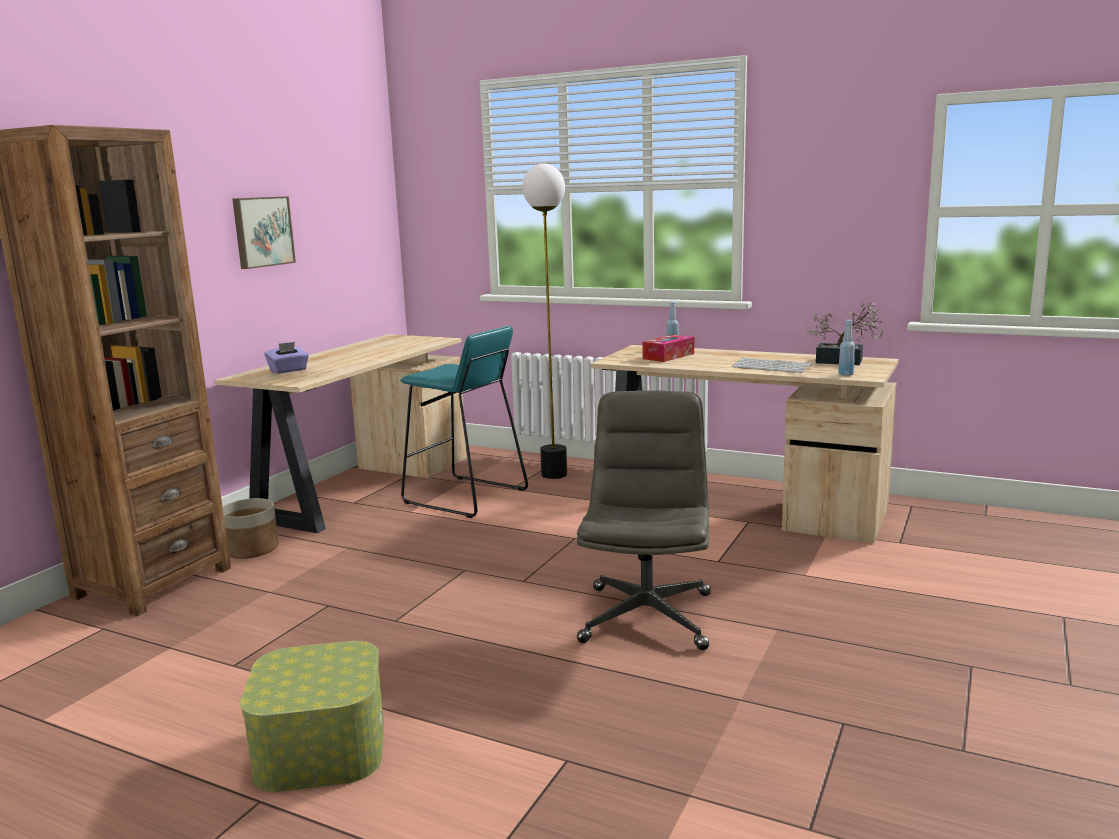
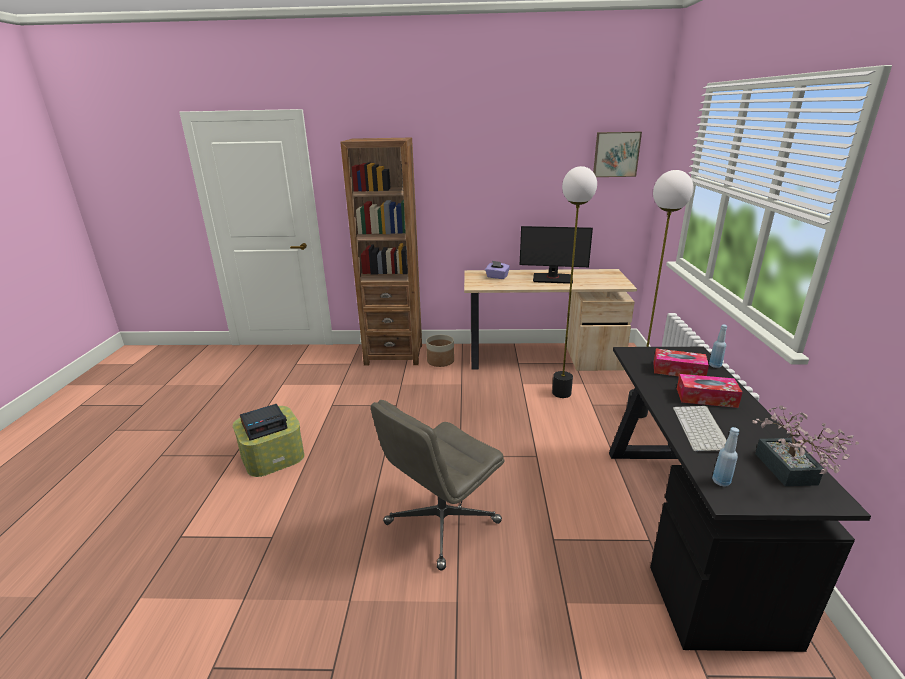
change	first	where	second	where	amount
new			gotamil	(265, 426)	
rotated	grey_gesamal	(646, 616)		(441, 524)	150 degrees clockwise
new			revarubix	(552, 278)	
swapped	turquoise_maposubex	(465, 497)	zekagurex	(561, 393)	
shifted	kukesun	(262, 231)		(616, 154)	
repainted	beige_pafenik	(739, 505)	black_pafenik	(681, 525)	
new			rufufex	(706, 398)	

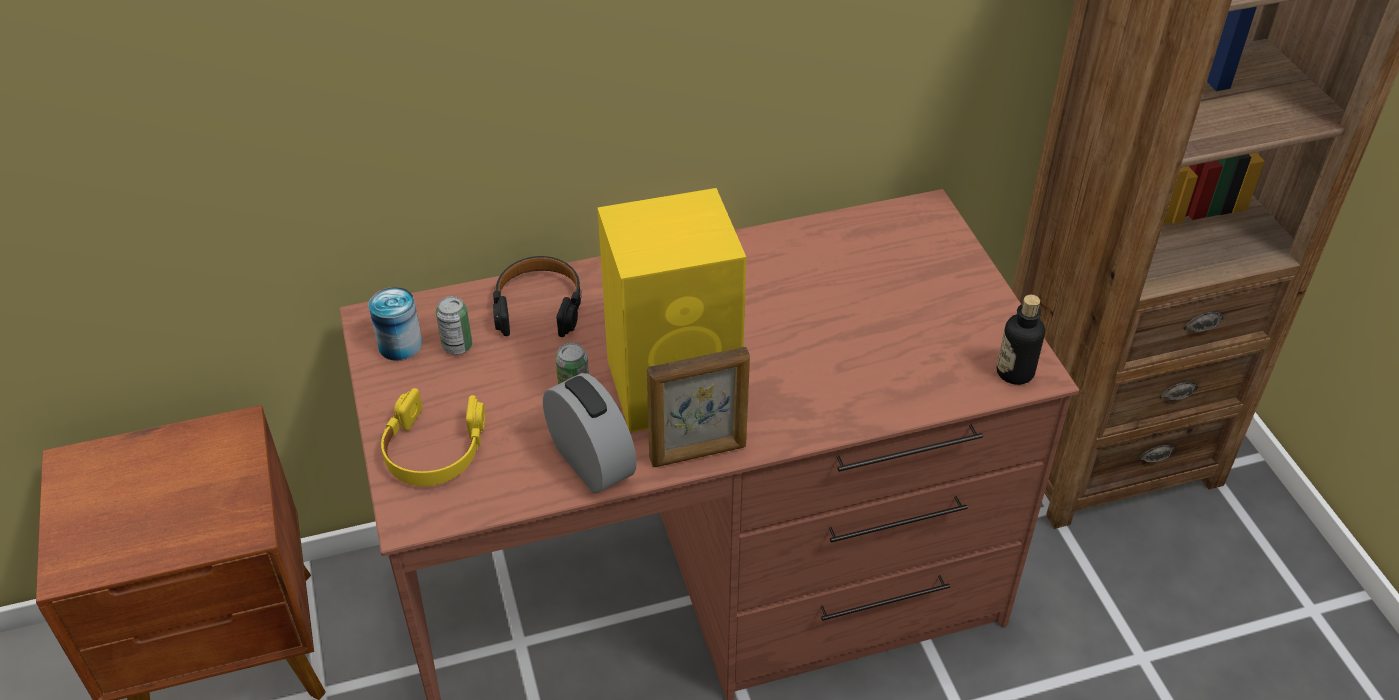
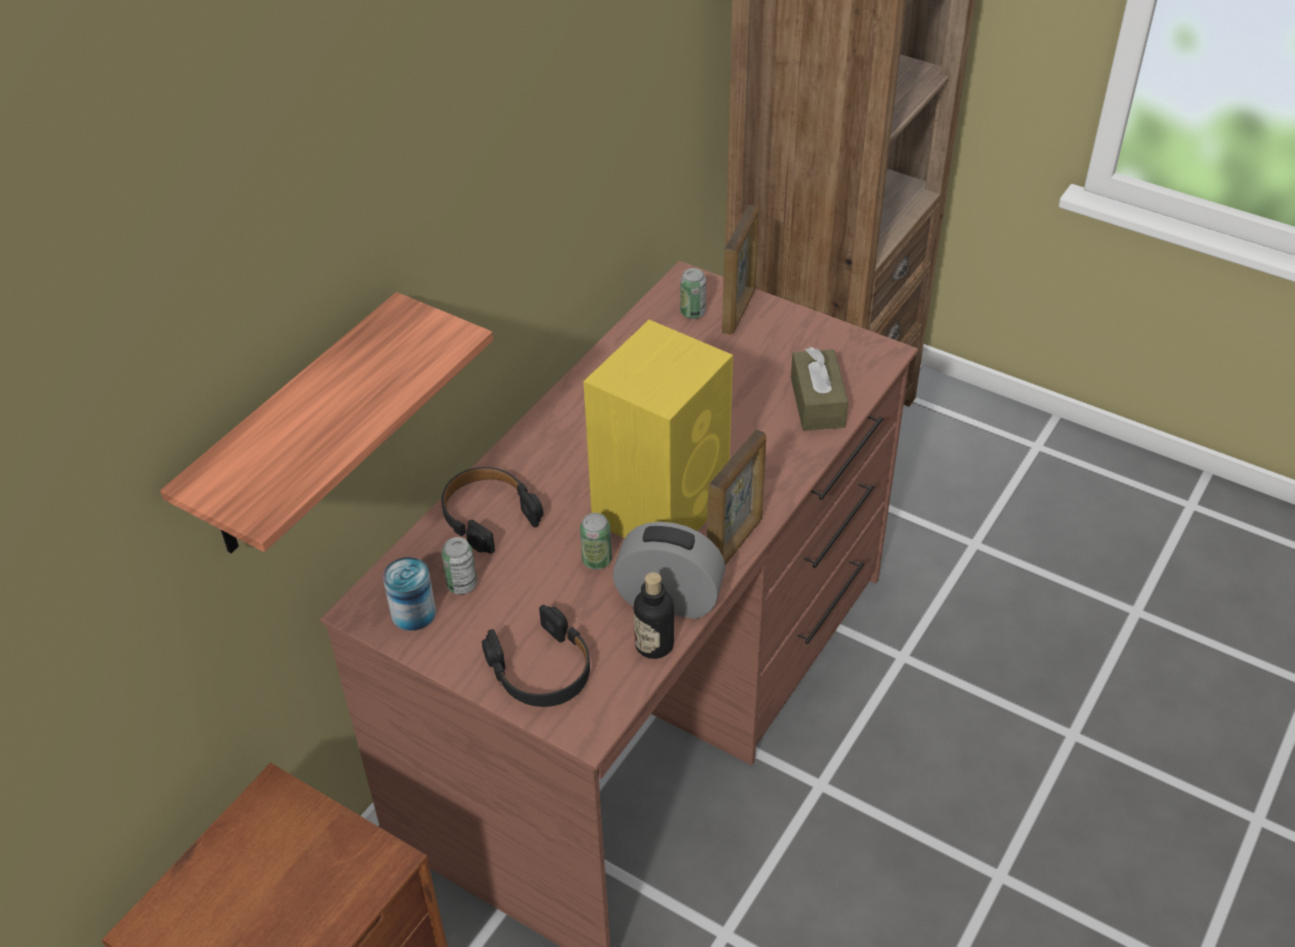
change	first	where	second	where	amount
new			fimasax	(298, 432)	
repainted	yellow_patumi	(433, 449)	black_patumi	(542, 670)	
shifted	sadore	(1015, 372)		(654, 645)	
new			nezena	(692, 312)	
new			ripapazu	(739, 311)	
new			brown_rufufex	(817, 402)	

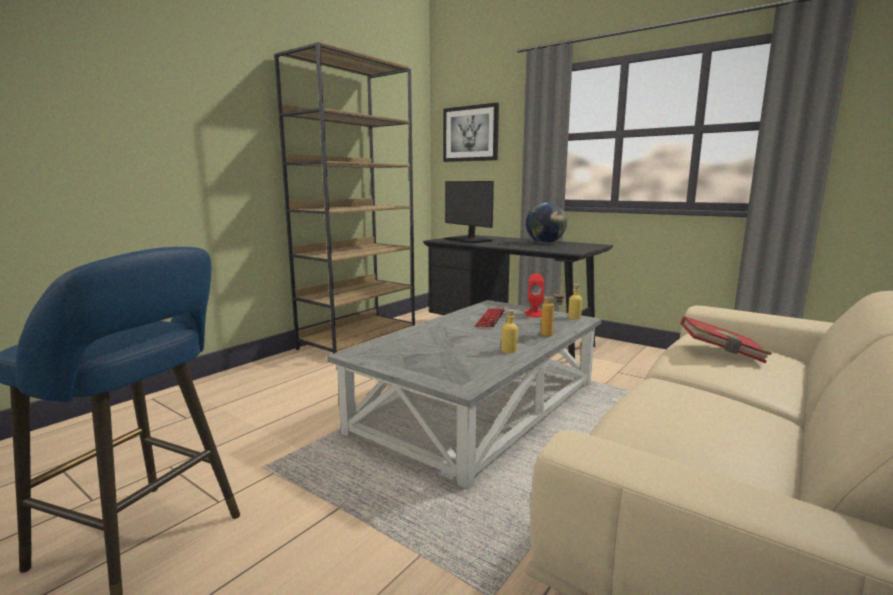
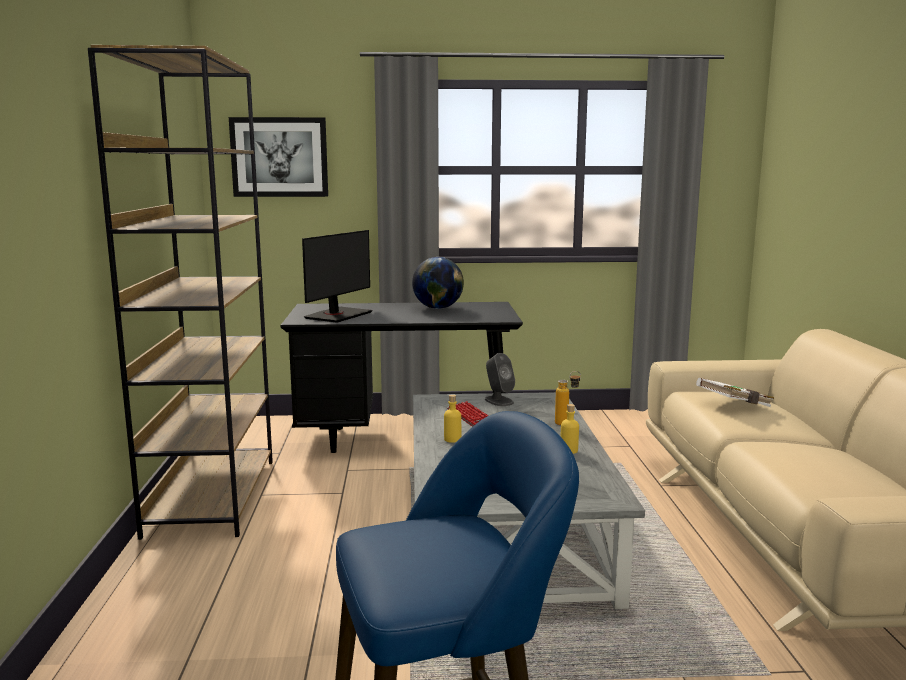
change	first	where	second	where	amount
rotated	revarubix	(469, 240)		(337, 315)	75 degrees counterclockwise
shifted	yellow_sadore	(574, 317)		(452, 439)	
repainted	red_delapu	(534, 313)	grey_delapu	(498, 401)	
repainted	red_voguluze	(721, 353)	white_voguluze	(734, 406)	

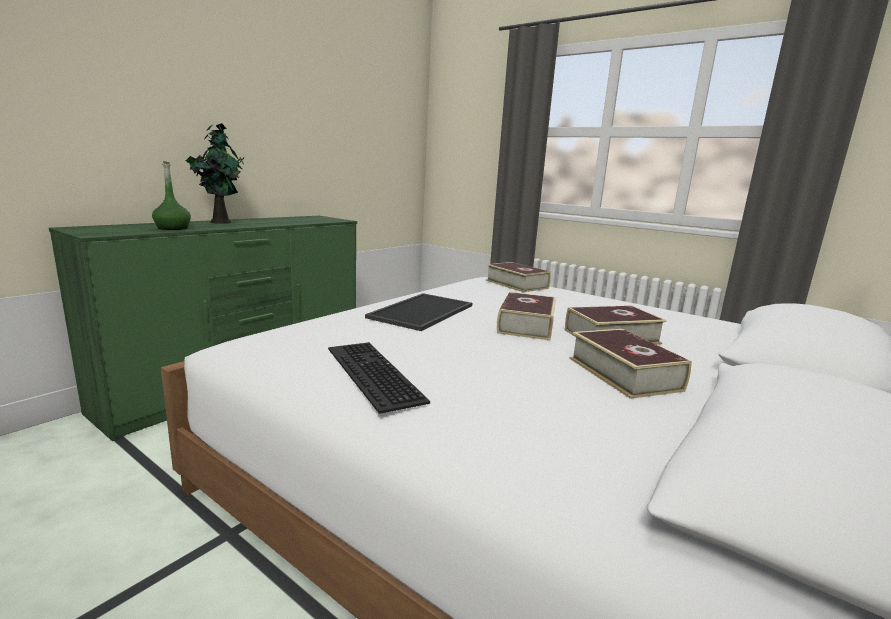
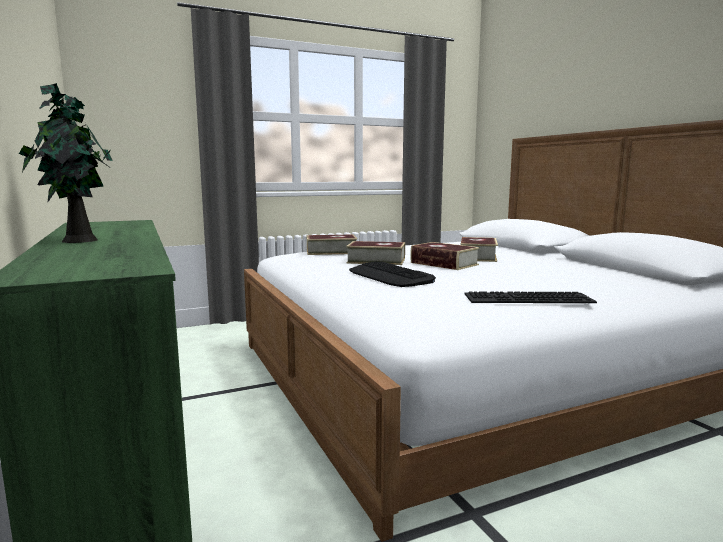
change	first	where	second	where	amount
shifted	voguluze	(624, 373)		(376, 261)	
swapped	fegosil	(422, 312)	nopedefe	(389, 276)	
gone	green_sadore	(173, 228)			

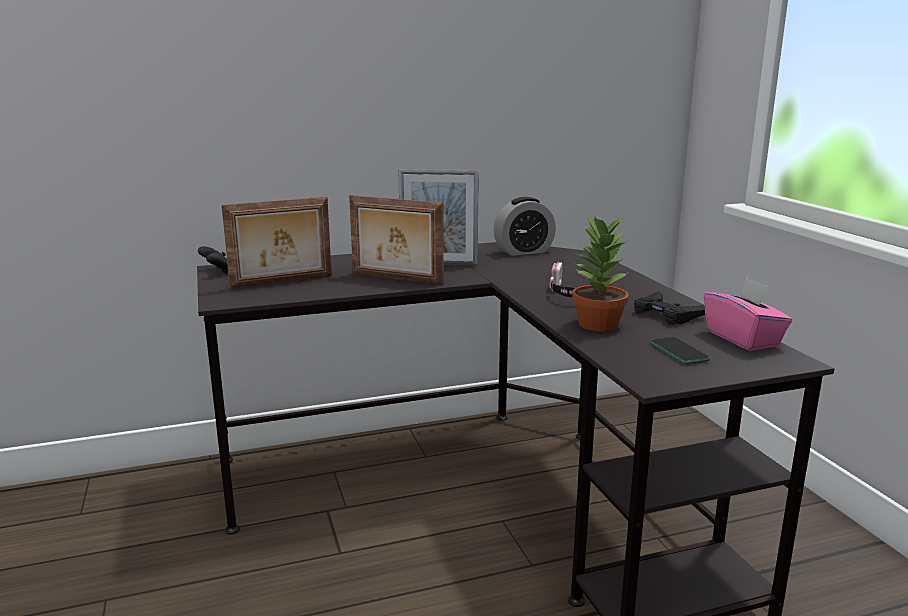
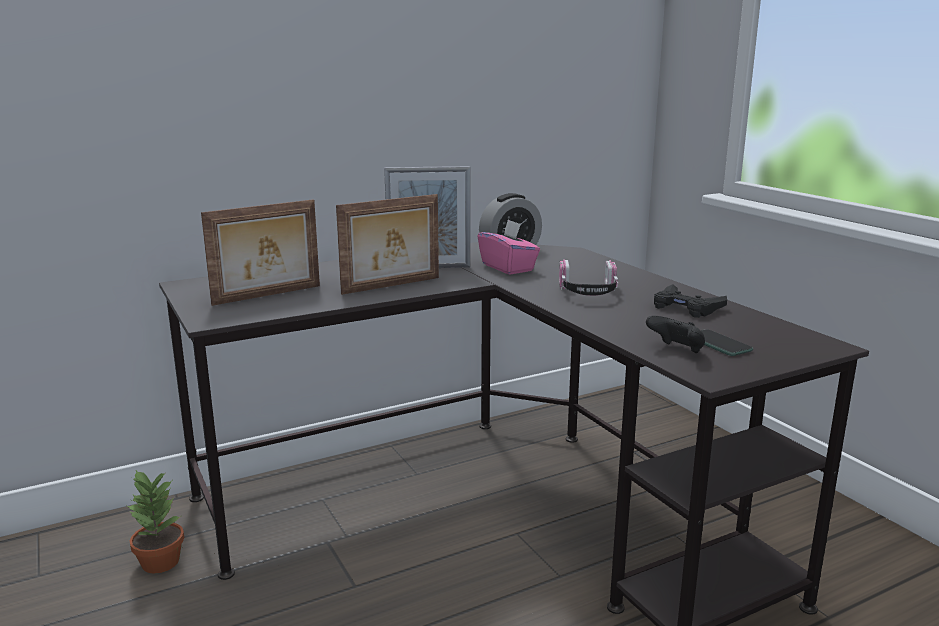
change	first	where	second	where	amount
shifted	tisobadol	(597, 324)		(159, 562)	
rotated	ripapazu	(396, 279)		(392, 286)	45 degrees counterclockwise
shifted	pink_rufufex	(743, 339)		(508, 267)	
shifted	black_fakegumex	(217, 272)		(676, 350)	

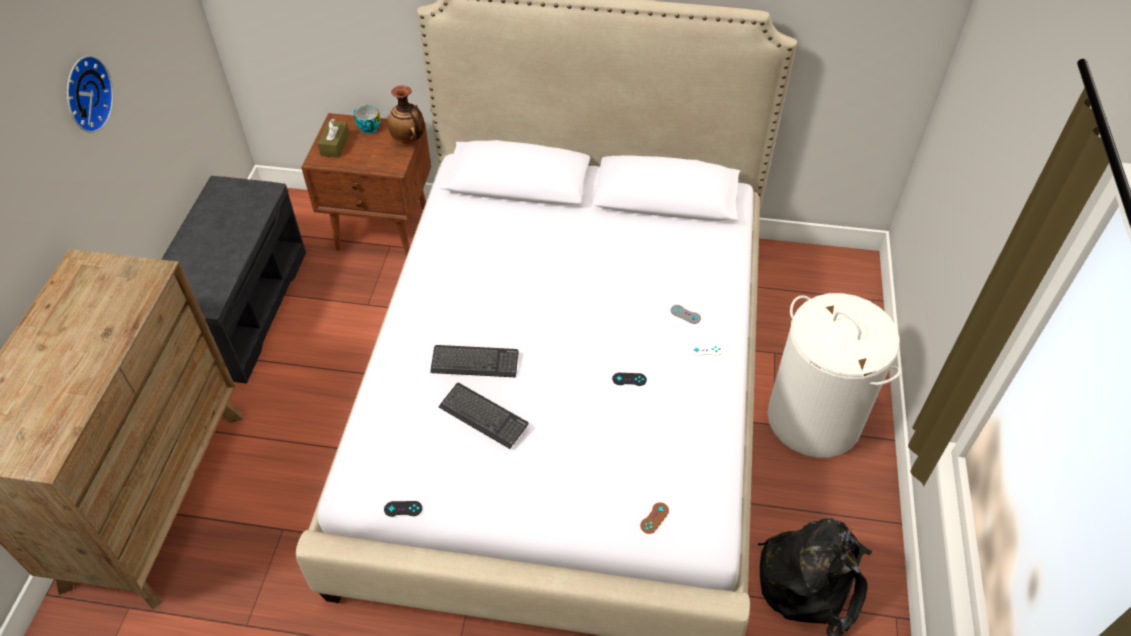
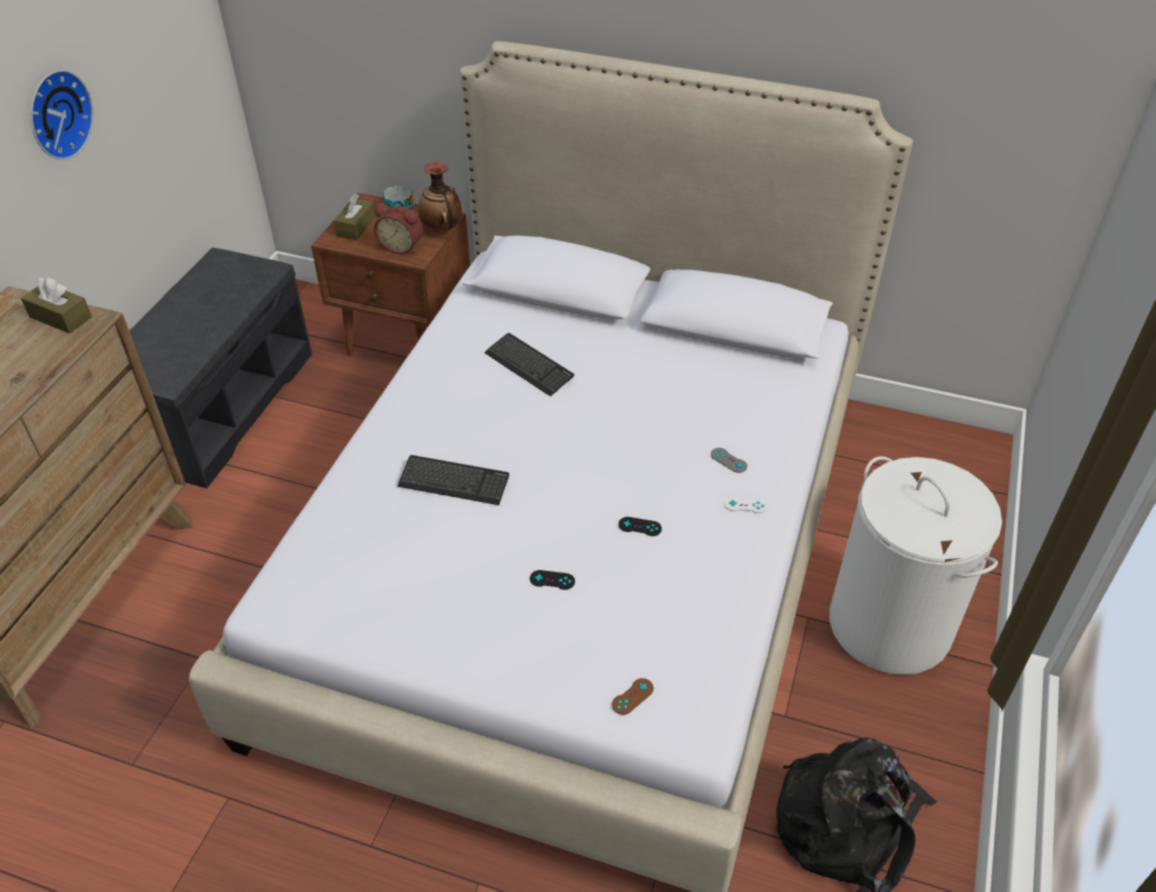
change	first	where	second	where	amount
new			brown_rufufex	(60, 317)	
new			gotamil	(402, 246)	
shifted	nopedefe	(483, 416)		(529, 366)	
shifted	black_fakegumex	(403, 509)		(552, 580)	

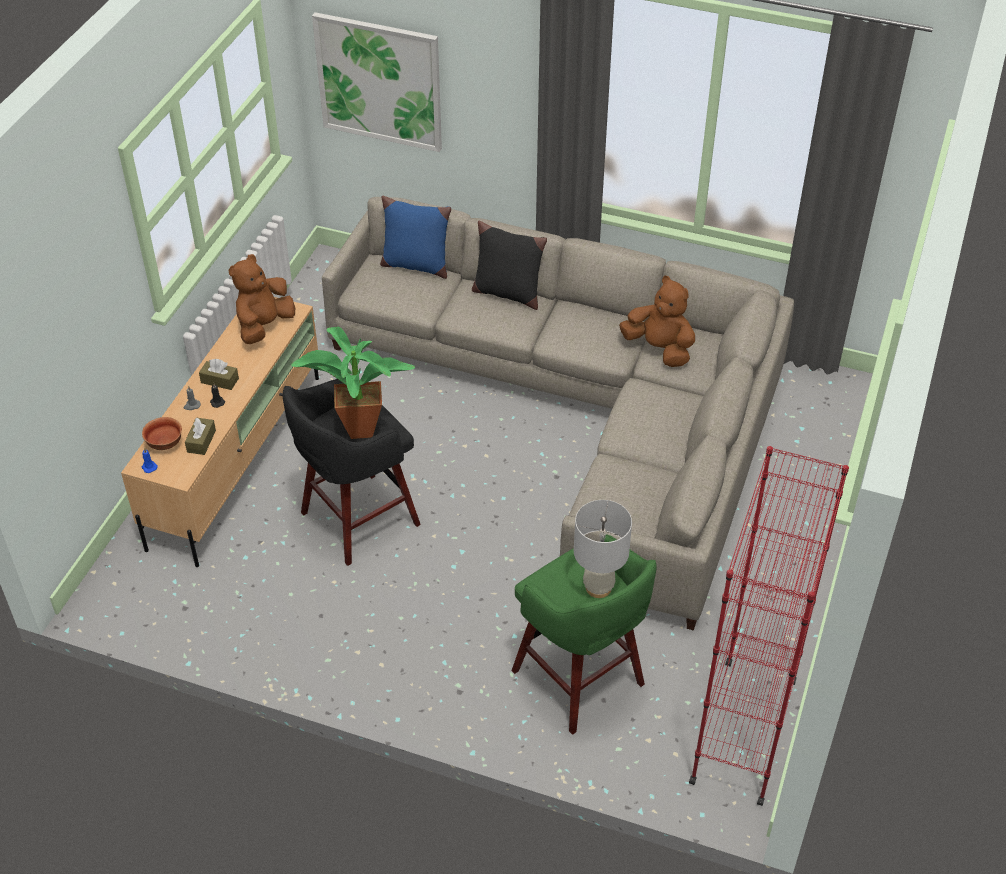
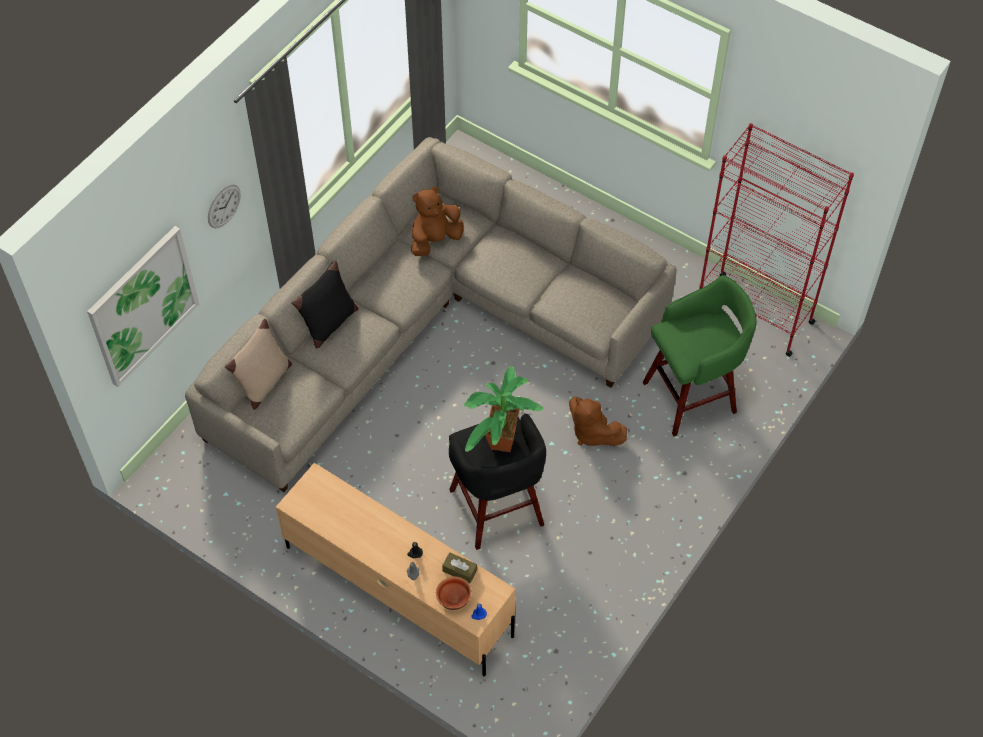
change	first	where	second	where	amount
new			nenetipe	(223, 206)	
repainted	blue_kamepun	(415, 265)	beige_kamepun	(263, 383)	
shifted	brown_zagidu	(264, 326)		(592, 432)	
gone	brown_rufufex	(219, 380)			
gone	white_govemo	(598, 587)			

